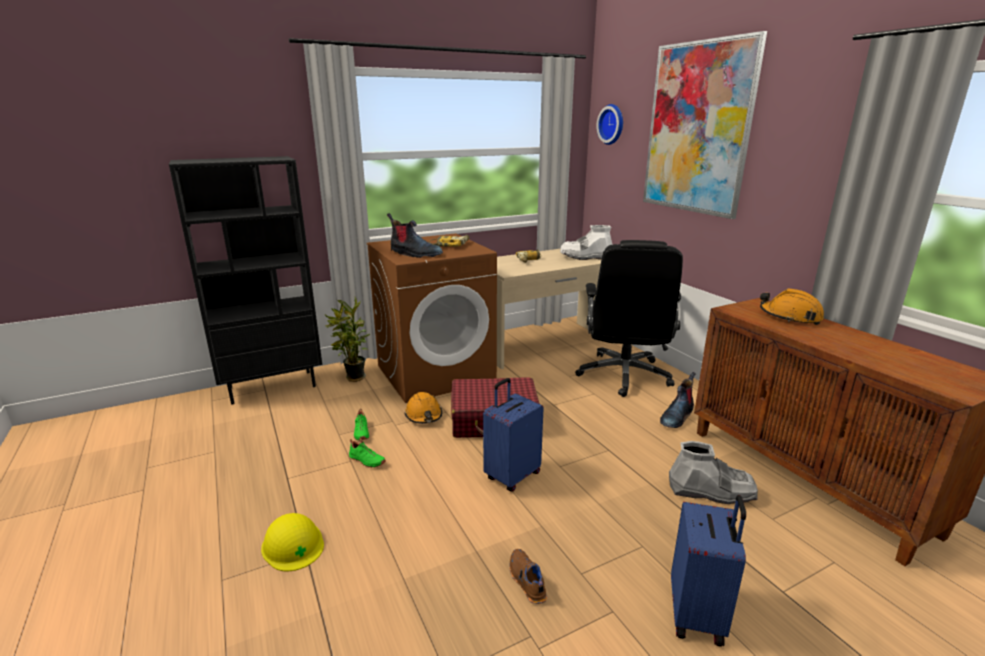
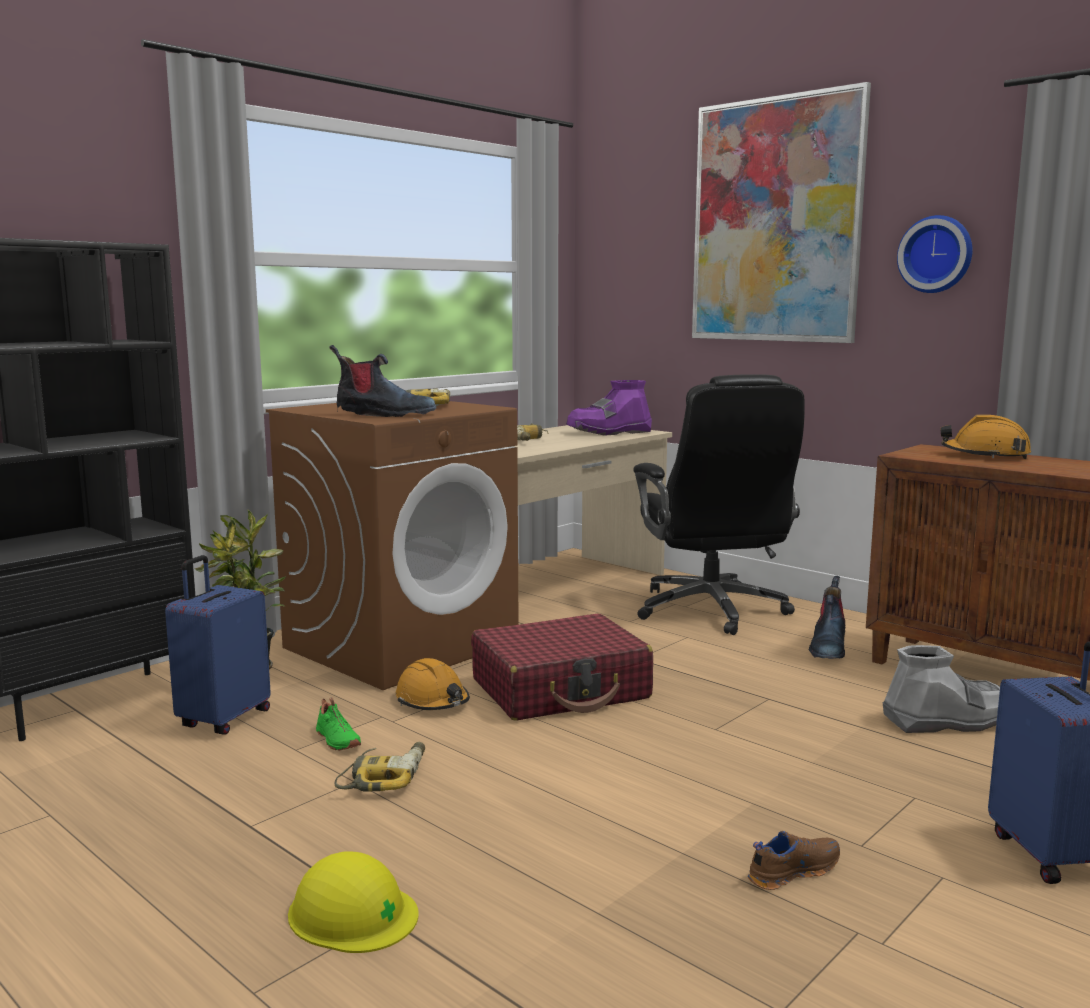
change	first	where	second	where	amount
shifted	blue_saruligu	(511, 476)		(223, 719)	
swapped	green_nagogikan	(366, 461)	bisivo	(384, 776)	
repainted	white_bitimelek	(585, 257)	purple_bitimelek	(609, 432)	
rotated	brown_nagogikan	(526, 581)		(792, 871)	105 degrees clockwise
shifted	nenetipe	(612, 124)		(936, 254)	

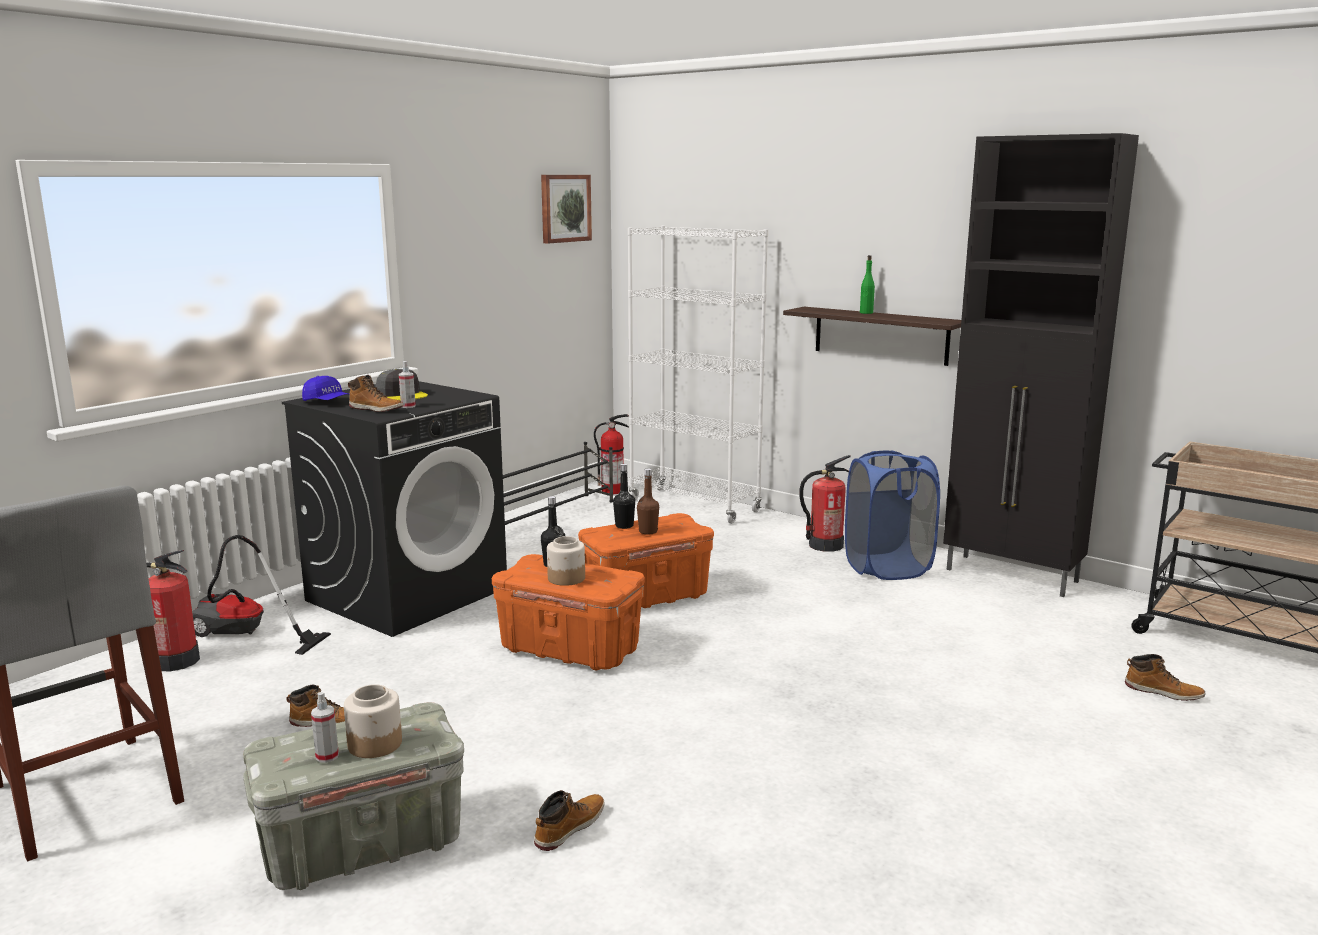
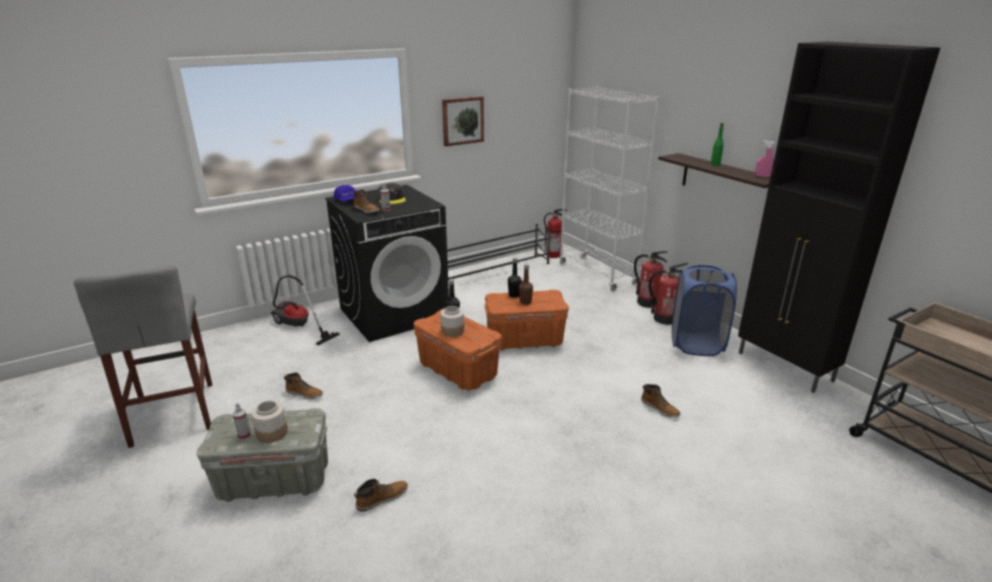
change	first	where	second	where	amount
shifted	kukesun	(564, 208)		(462, 120)	
shifted	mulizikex	(175, 660)		(647, 302)	
shifted	bitimelek	(1163, 692)		(660, 408)	
new			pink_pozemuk	(762, 176)	

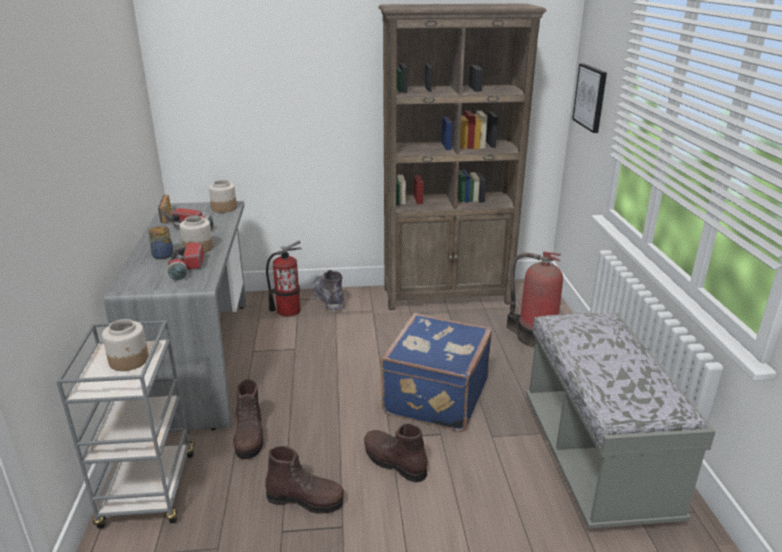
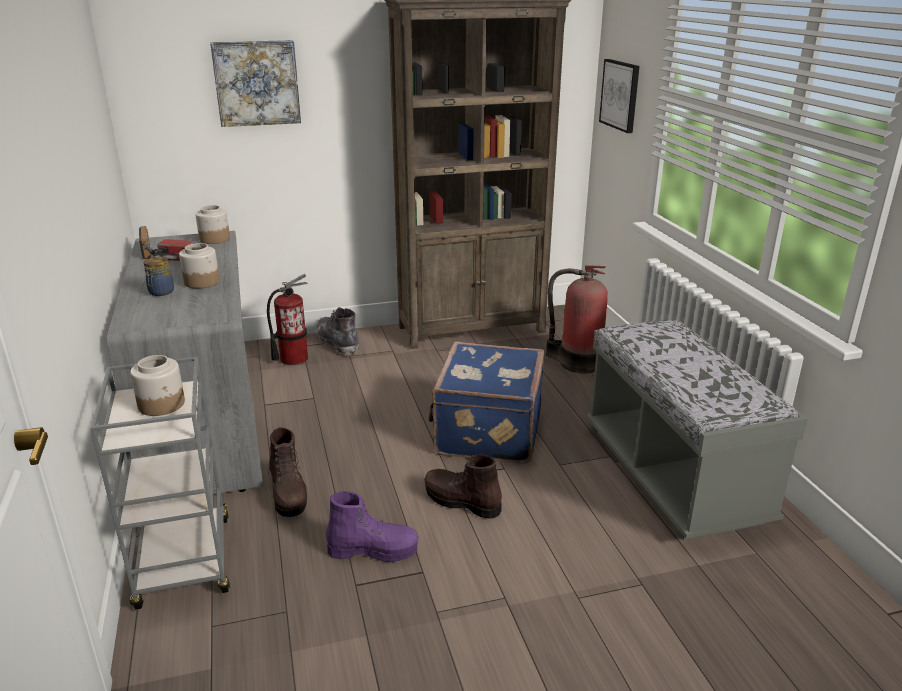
change	first	where	second	where	amount
new			kukesun	(256, 83)	
repainted	brown_bitimelek	(306, 499)	purple_bitimelek	(373, 550)	
gone	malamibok	(186, 269)			

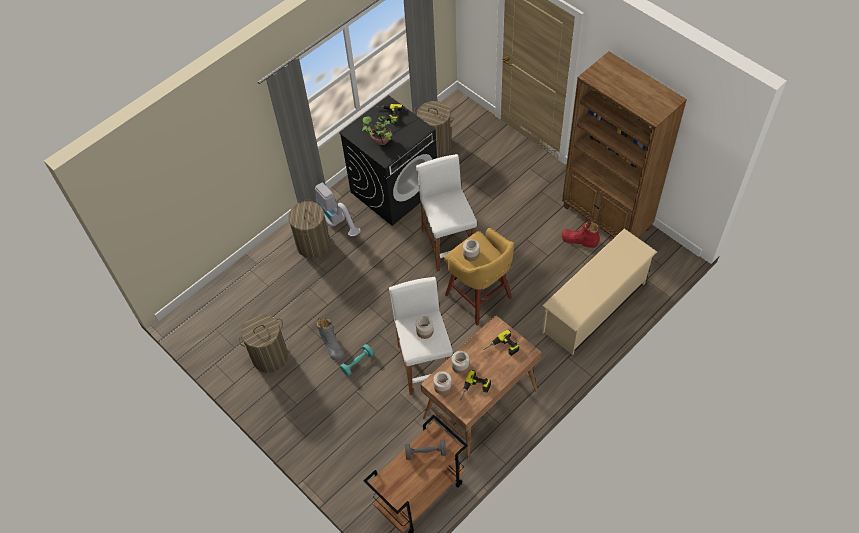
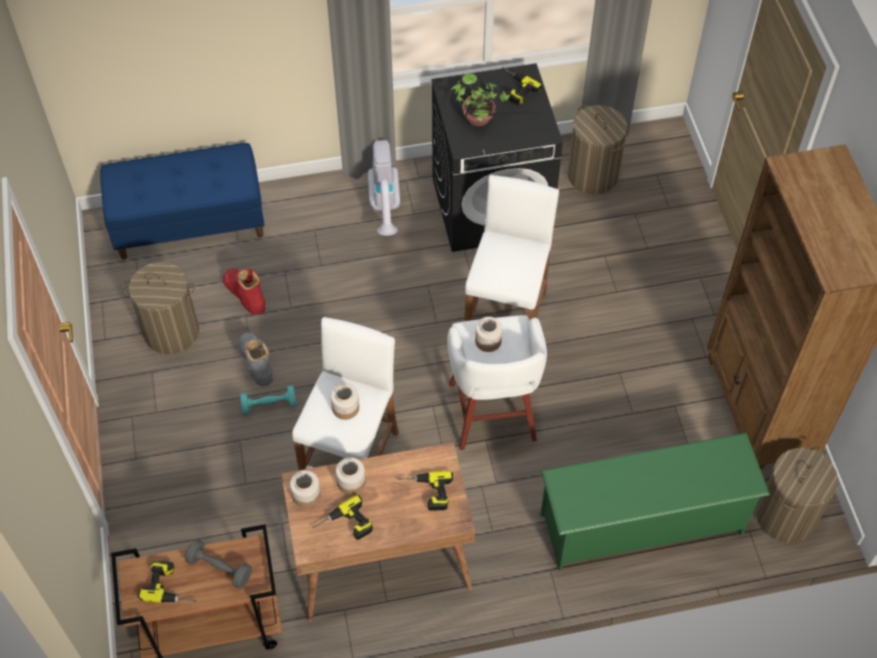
change	first	where	second	where	amount
new			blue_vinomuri	(190, 223)	
new			bisivo	(172, 585)	
shifted	red_bitimelek	(579, 240)		(245, 294)	
rotated	grey_bitimelek	(331, 345)		(256, 362)	150 degrees clockwise
repainted	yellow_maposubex	(479, 298)	white_maposubex	(492, 415)	
repainted	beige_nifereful	(594, 307)	green_nifereful	(642, 524)	
shifted	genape	(313, 244)		(785, 515)	

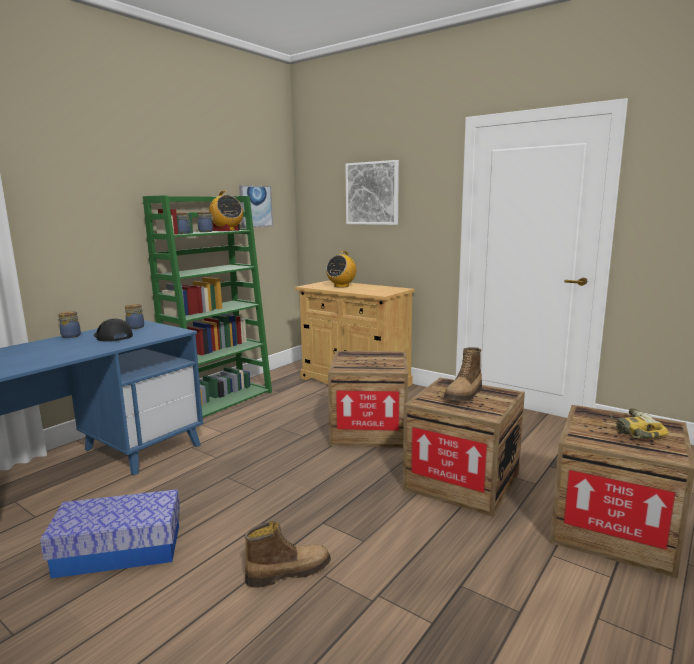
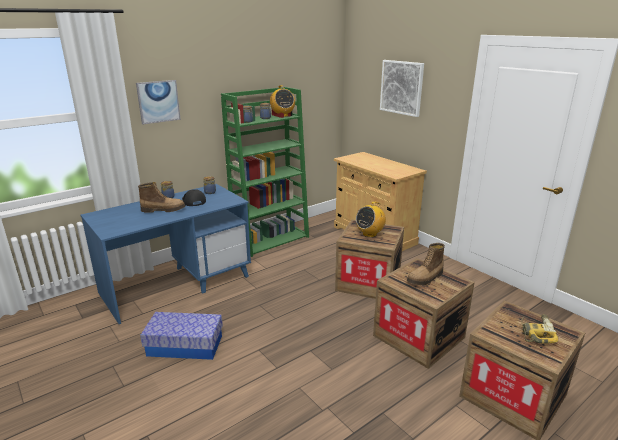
change	first	where	second	where	amount
shifted	kukesun	(255, 206)		(158, 101)	
shifted	bitimelek	(288, 572)		(163, 210)	
shifted	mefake	(341, 286)		(370, 234)	

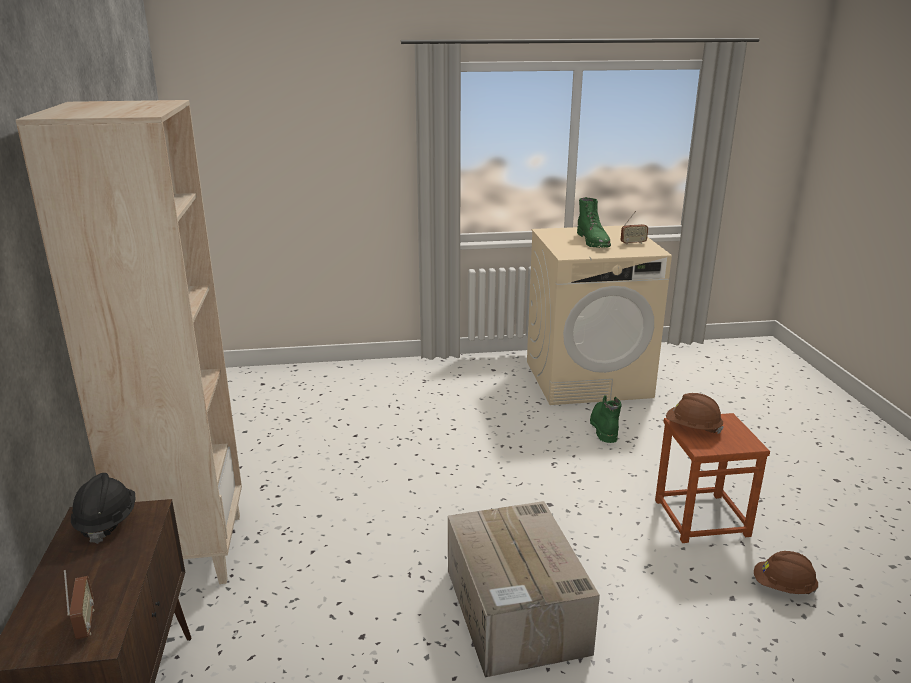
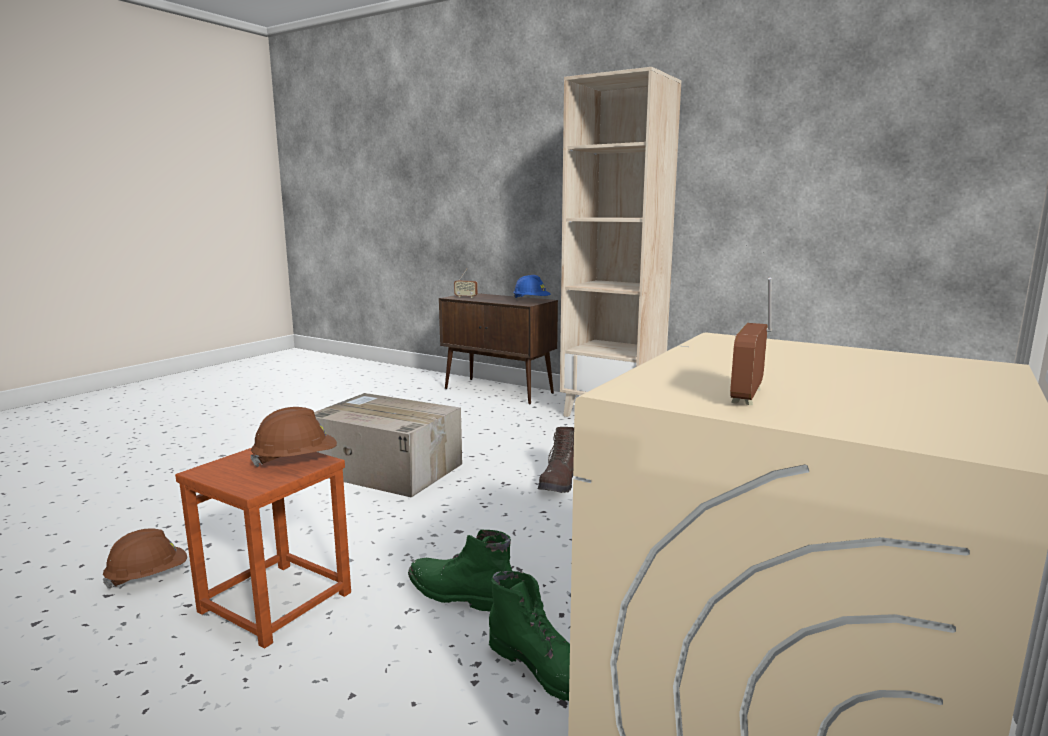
change	first	where	second	where	amount
shifted	green_bitimelek	(594, 241)		(458, 593)	
repainted	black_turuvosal	(106, 522)	blue_turuvosal	(531, 301)	
new			brown_bitimelek	(560, 482)	

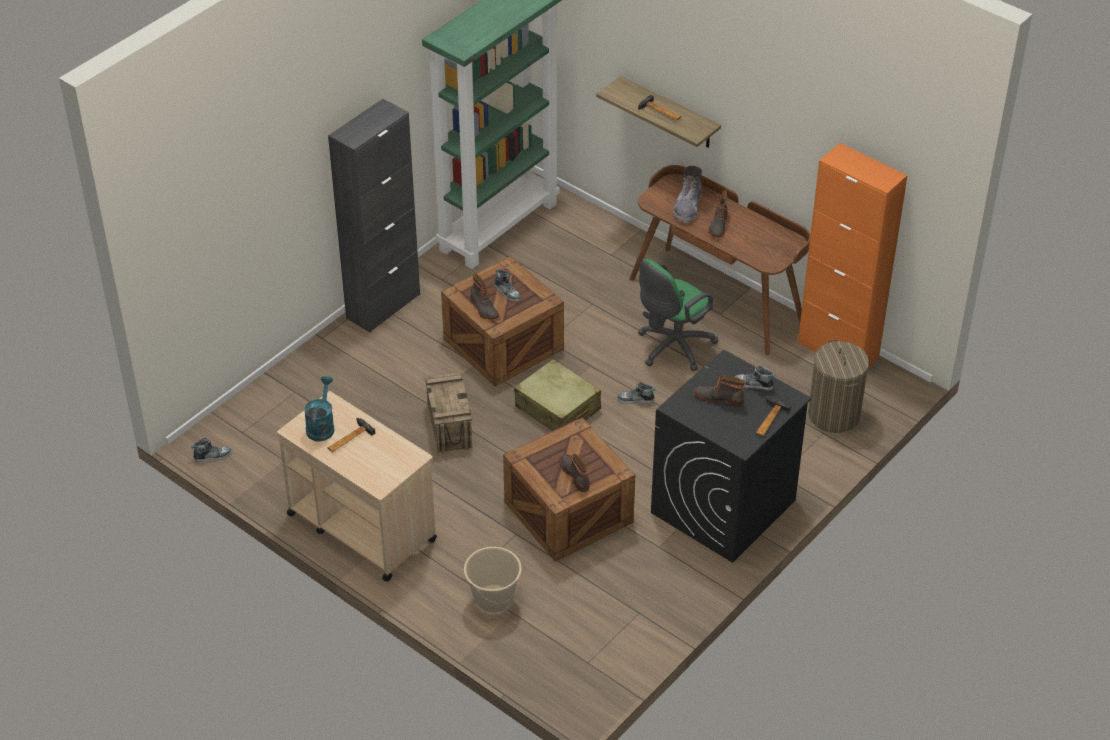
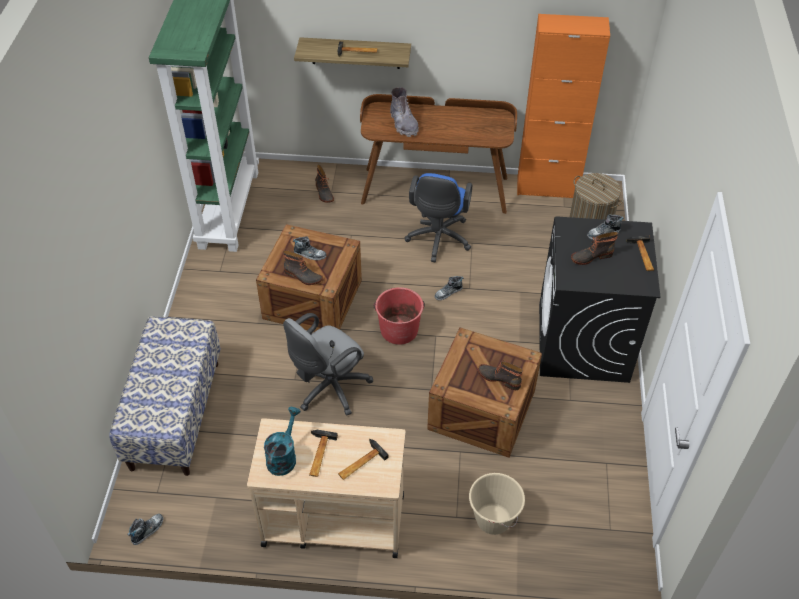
change	first	where	second	where	amount
new			vinomuri	(175, 414)	
rotated	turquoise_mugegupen	(321, 425)		(283, 456)	45 degrees clockwise
swapped	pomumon	(449, 426)	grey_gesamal	(328, 389)	
shifted	bitimelek	(718, 225)		(323, 193)	
new			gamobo	(360, 463)	
swapped	beige_saruligu	(558, 408)	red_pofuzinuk	(399, 329)	
repainted	green_gesamal	(672, 348)	blue_gesamal	(438, 240)	
gone	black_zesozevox	(383, 306)			

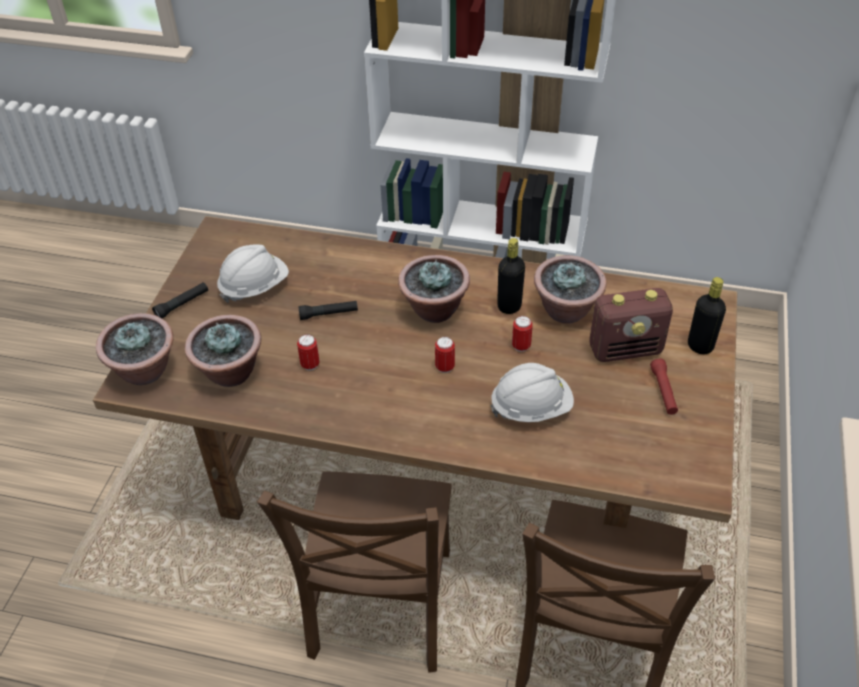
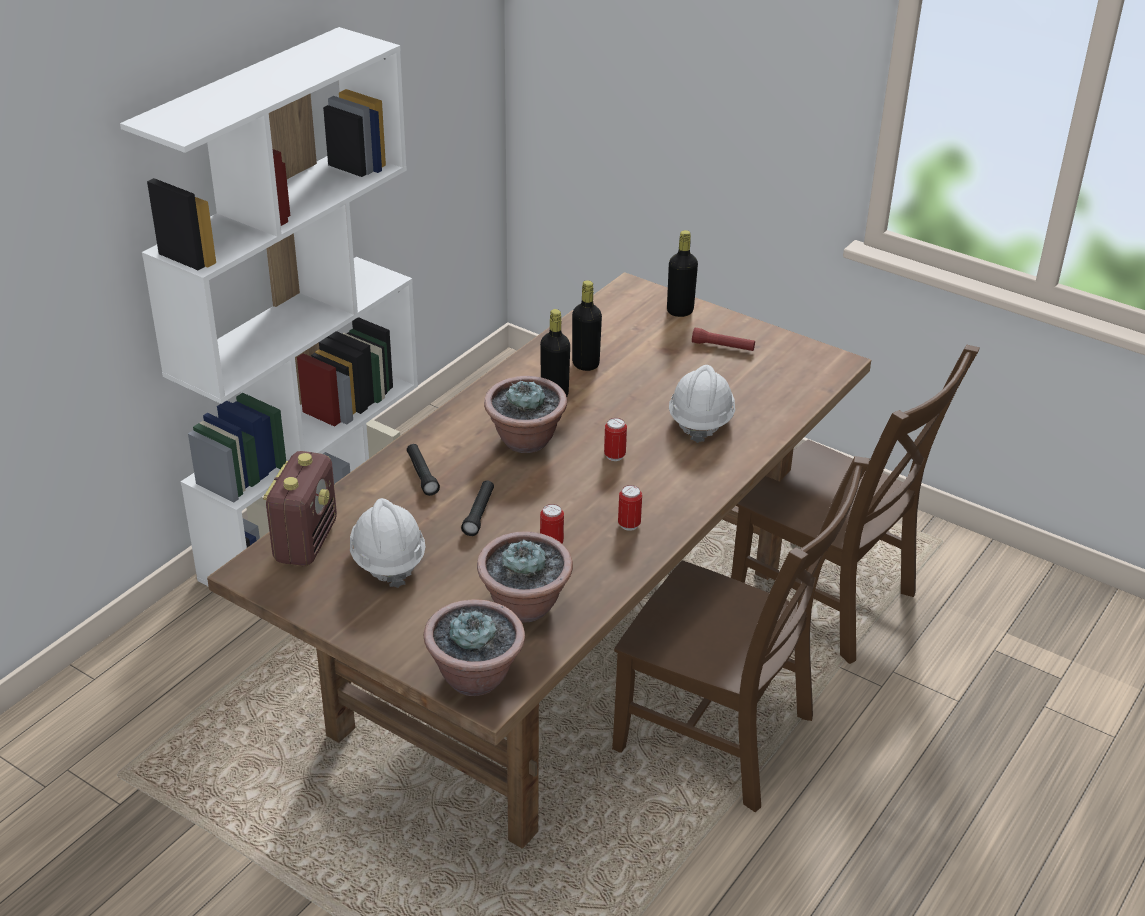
change	first	where	second	where	amount
shifted	mefake	(626, 349)		(305, 541)	
shifted	black_malamibok	(182, 304)		(422, 475)	
swapped	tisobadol	(566, 311)	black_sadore	(585, 364)	
shifted	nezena	(521, 346)		(629, 525)	

